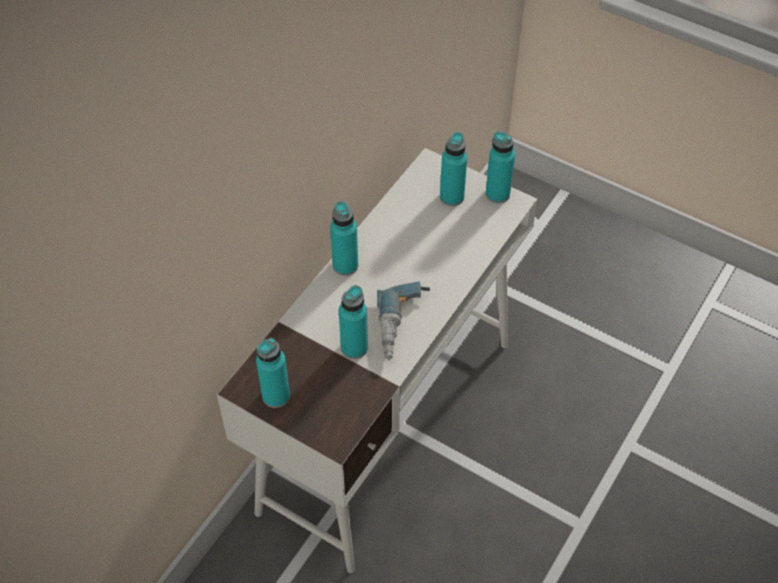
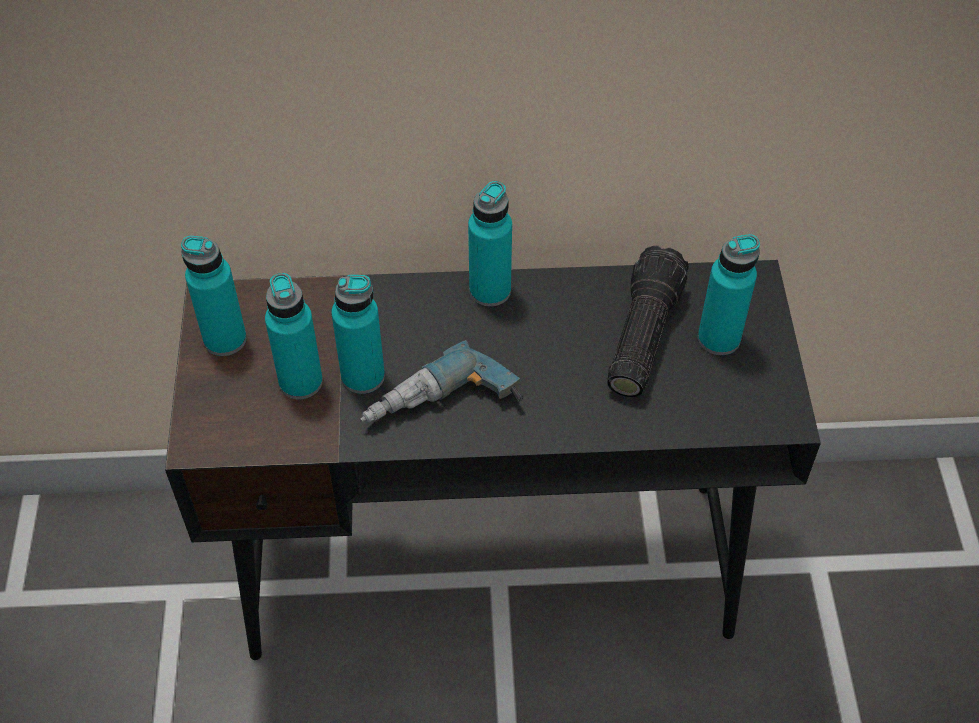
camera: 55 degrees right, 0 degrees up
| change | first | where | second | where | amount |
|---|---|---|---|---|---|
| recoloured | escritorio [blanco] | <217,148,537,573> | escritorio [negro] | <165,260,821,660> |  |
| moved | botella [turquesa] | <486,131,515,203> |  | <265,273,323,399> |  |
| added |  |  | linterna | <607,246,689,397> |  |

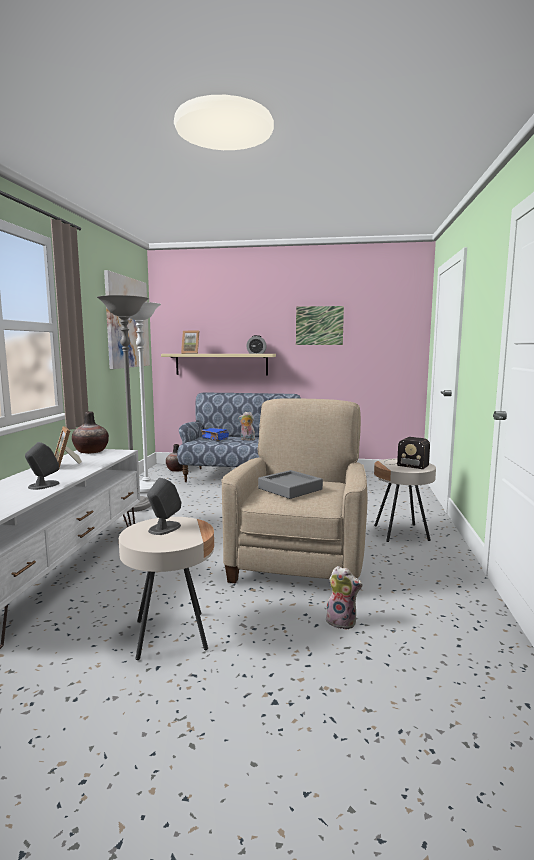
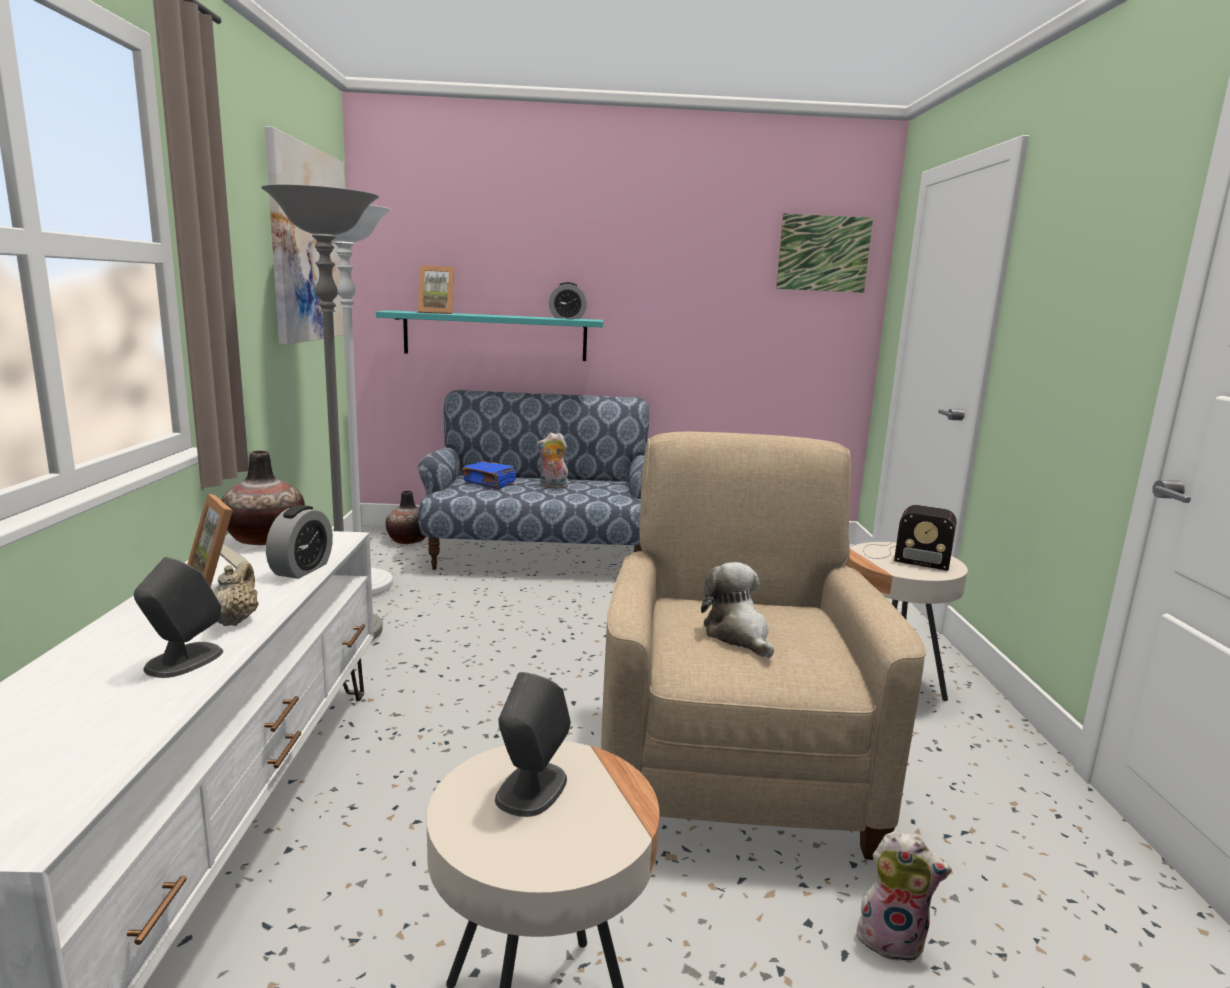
camera: 10 degrees left, 5 degrees up
| change | first | where | second | where | amount |
|---|---|---|---|---|---|
| added |  |  | tetera [beis] | <212,561,259,626> |  |
| added |  |  | despertador | <266,505,333,579> |  |
| recoloured | estante [beis] | <161,354,276,376> | estante [turquesa] | <376,310,603,361> |  |
| replaced | bandeja [gris] | <258,470,323,499> | peluche | <701,562,774,658> |  |
| moved | cuadro | <296,306,344,345> |  | <776,213,873,293> |  |

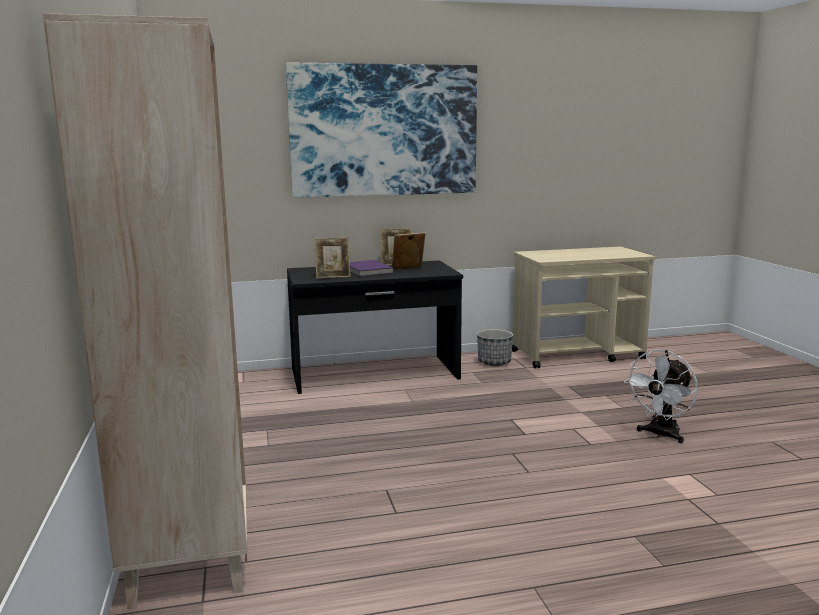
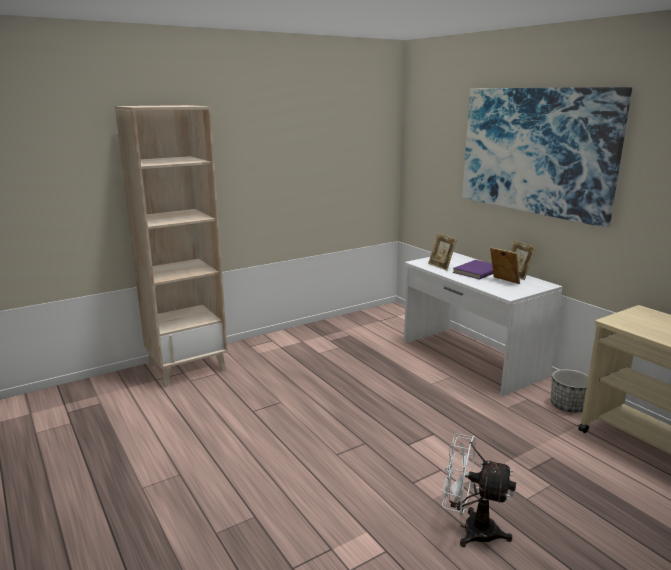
camera: 70 degrees right, 5 degrees up
| change | first | where | second | where | amount |
|---|---|---|---|---|---|
| recoloured | escritorio [negro] | <287,261,463,394> | escritorio [blanco] | <404,252,563,396> |  |

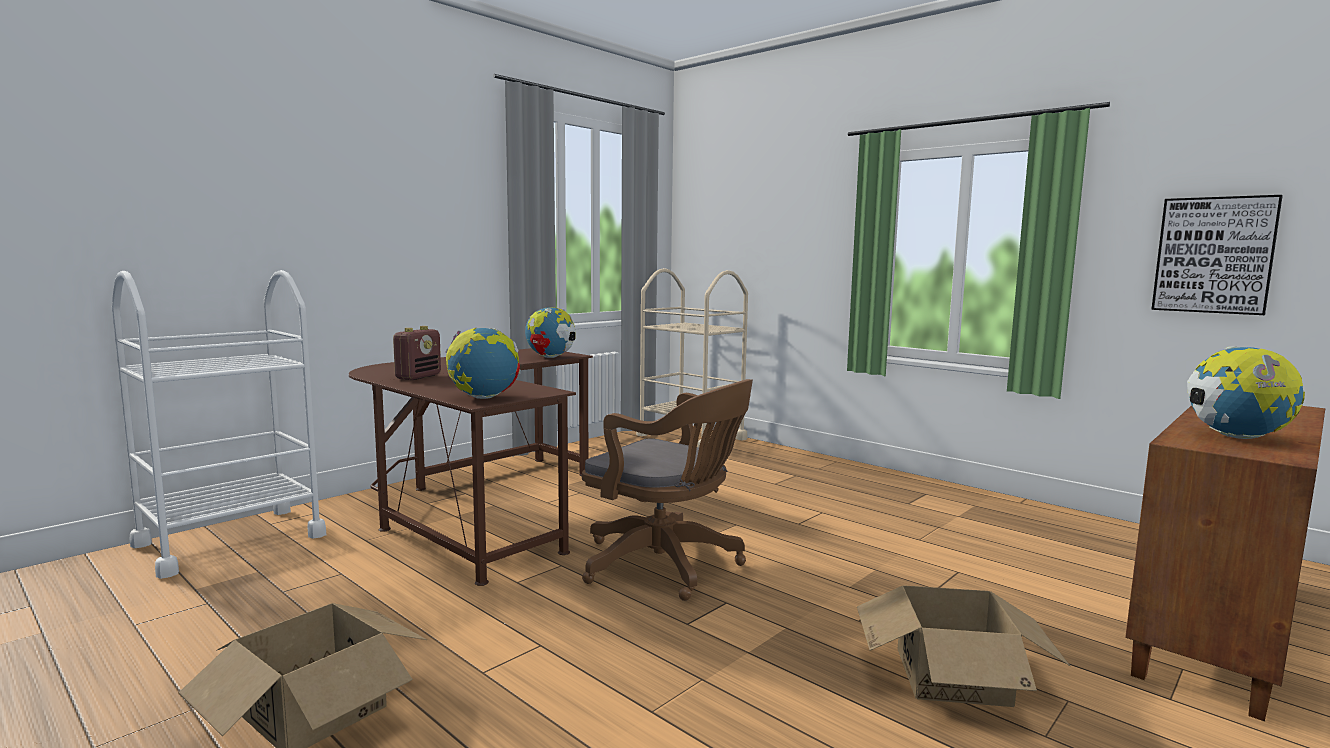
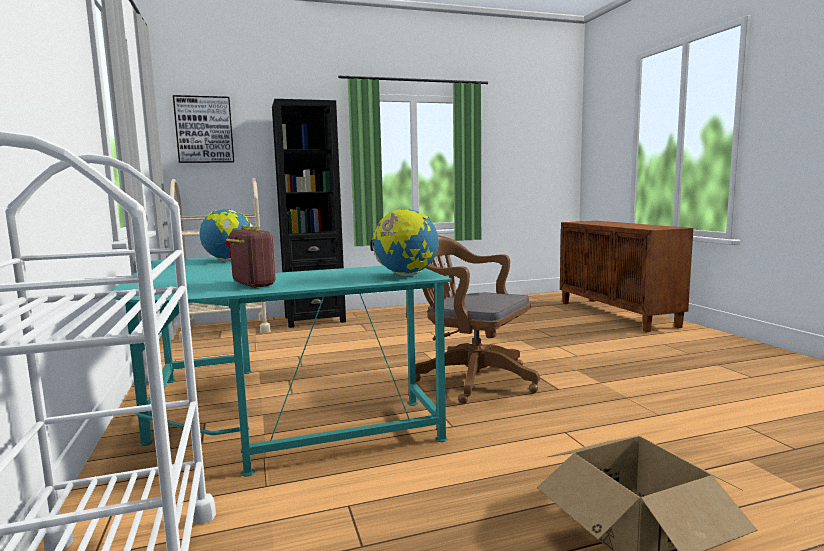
camera: 60 degrees left, 0 degrees up
| change | first | where | second | where | amount |
|---|---|---|---|---|---|
| recoloured | escritorio [marrón] | <349,348,593,586> | escritorio [turquesa] | <111,257,452,476> |  |
| moved | cuadro | <1151,195,1283,315> |  | <173,95,234,163> |  |
| added |  |  | estantería [negro] | <272,99,346,328> |  |
| turned | silla de oficina [marrón] | <582,379,753,601> |  | <415,235,540,404> | 120 degrees counterclockwise |
| removed | caja de cartón | <857,585,1071,707> |  |  |  |
| removed | globo terráqueo | <1187,346,1305,439> |  |  |  |

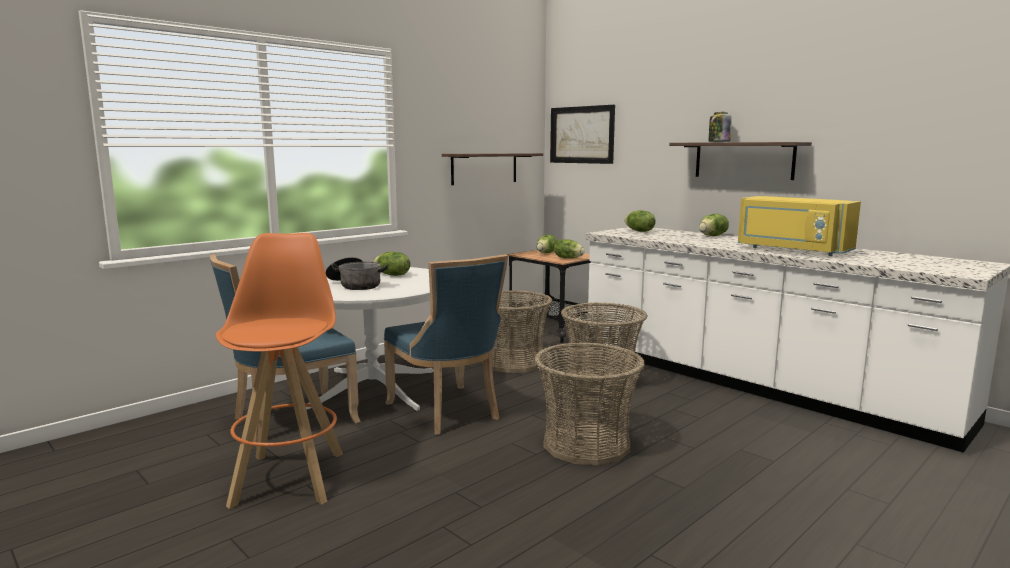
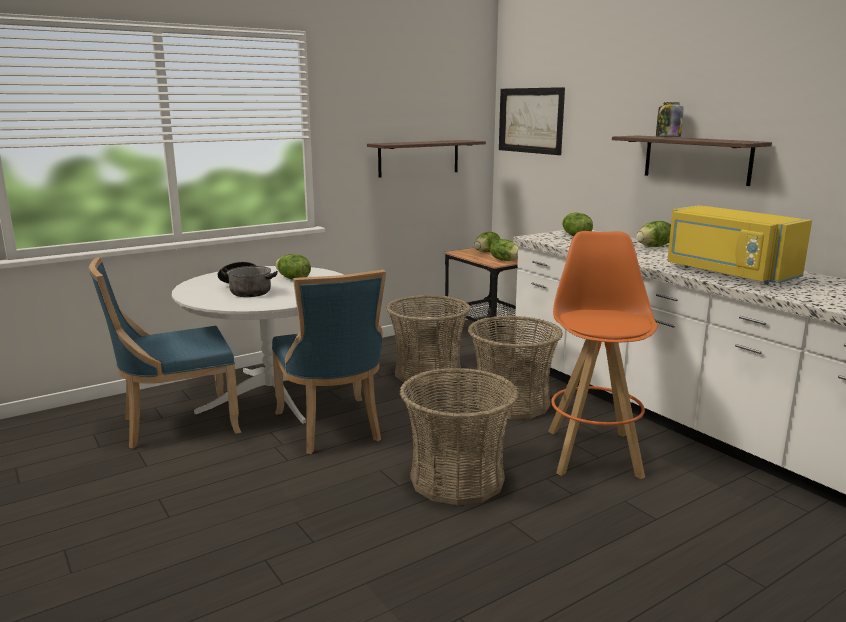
camera: 10 degrees right, 5 degrees up
| change | first | where | second | where | amount |
|---|---|---|---|---|---|
| moved | taburete [naranja] | <216,233,343,509> |  | <548,231,658,479> |  |

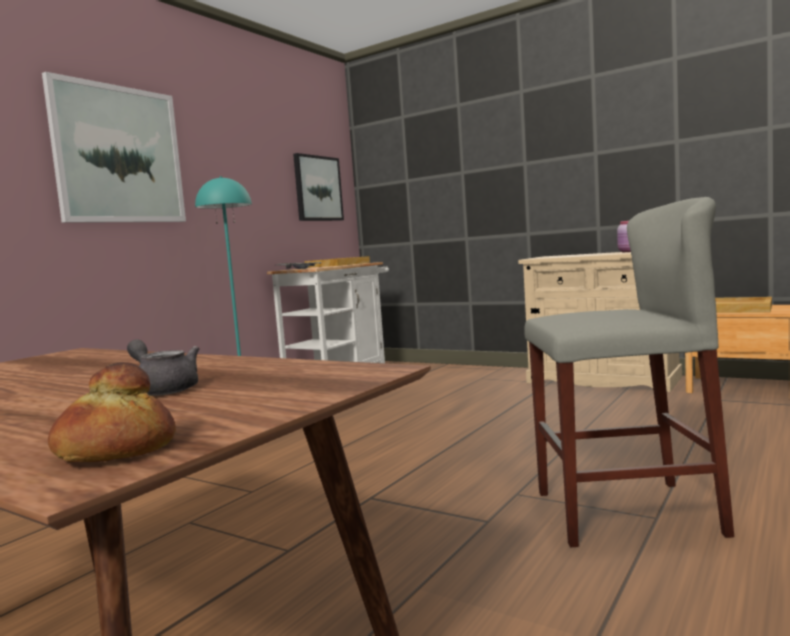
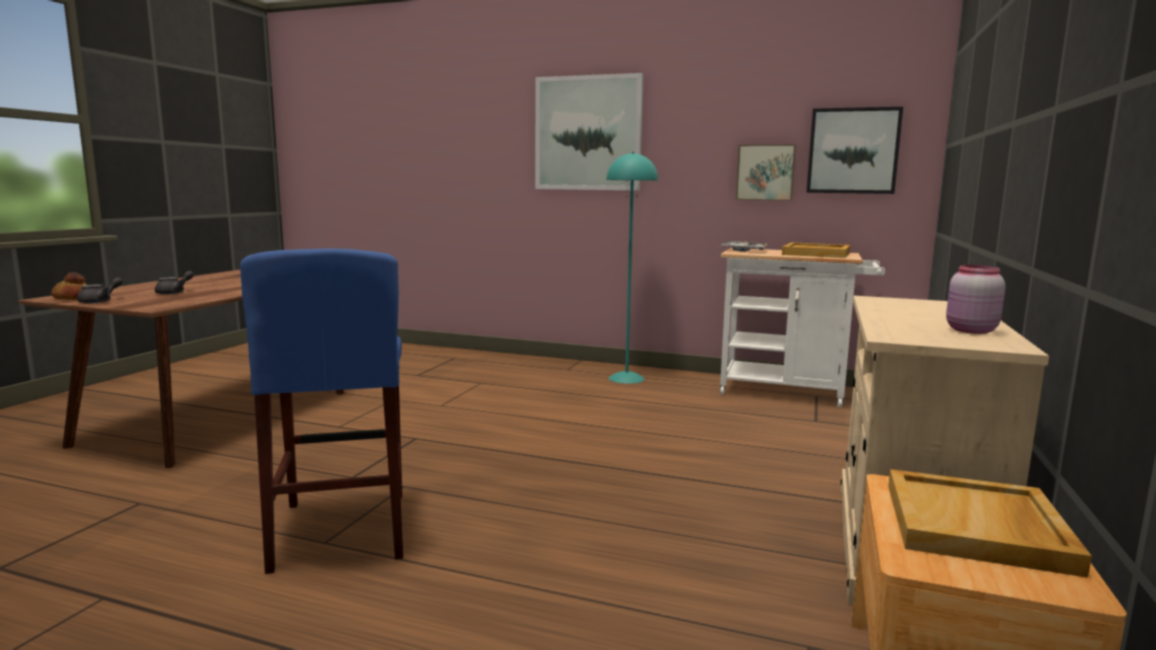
camera: 75 degrees right, 5 degrees up
| change | first | where | second | where | amount |
|---|---|---|---|---|---|
| added |  |  | tetera [gris] | <77,278,123,304> |  |
| recoloured | taburete [gris] | <524,197,734,547> | taburete [azul] | <240,249,403,574> |  |
| added |  |  | cuadro | <736,144,796,201> |  |

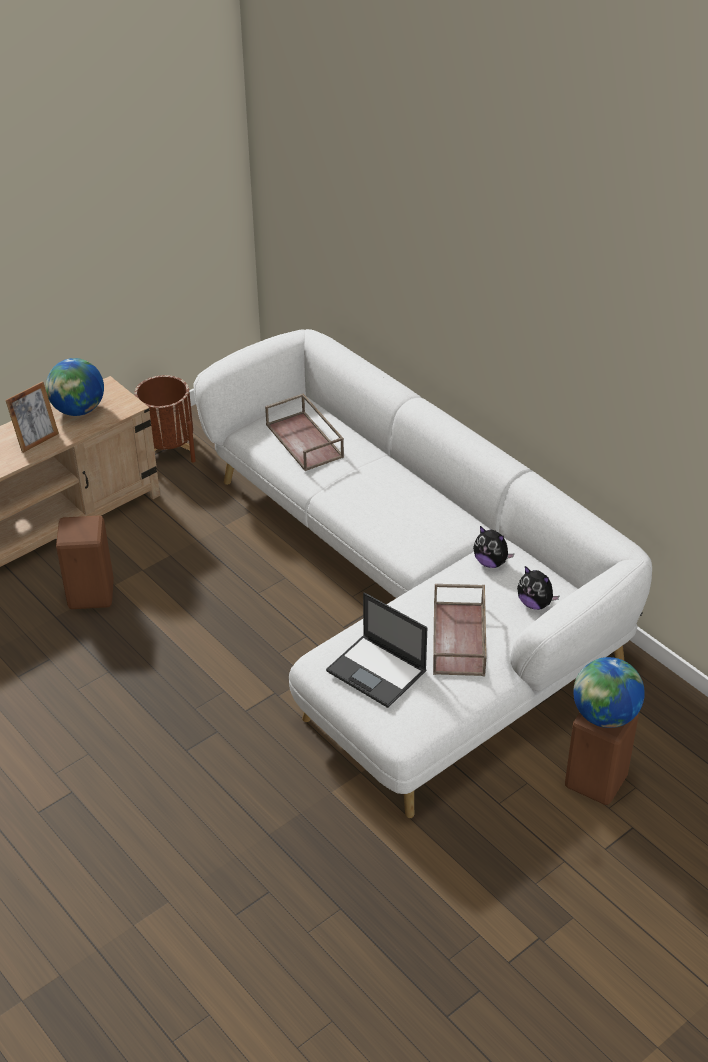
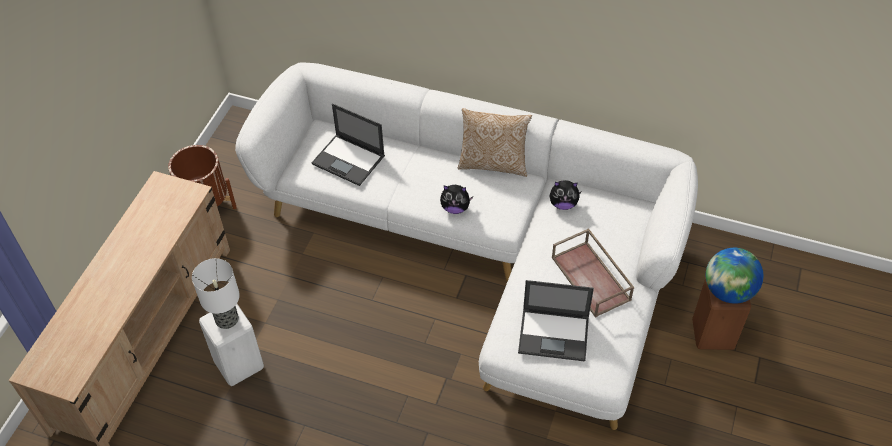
camera: 30 degrees left, 10 degrees up
| change | first | where | second | where | amount |
|---|---|---|---|---|---|
| added |  |  | lámpara de mesa | <192,258,240,329> |  |
| recoloured | taburete [marrón] | <56,515,114,609> | taburete [blanco] | <199,304,264,386> |  |
| replaced | bandeja [marrón] | <265,394,344,471> | portátil | <312,104,385,186> |  |
| moved | peluche | <517,566,559,610> |  | <440,185,473,214> |  |
| added |  |  | cojín | <458,108,532,177> |  |
| removed | portarretratos | <5,381,59,453> |  |  |  |
| removed | globo terráqueo | <46,358,104,416> |  |  |  |

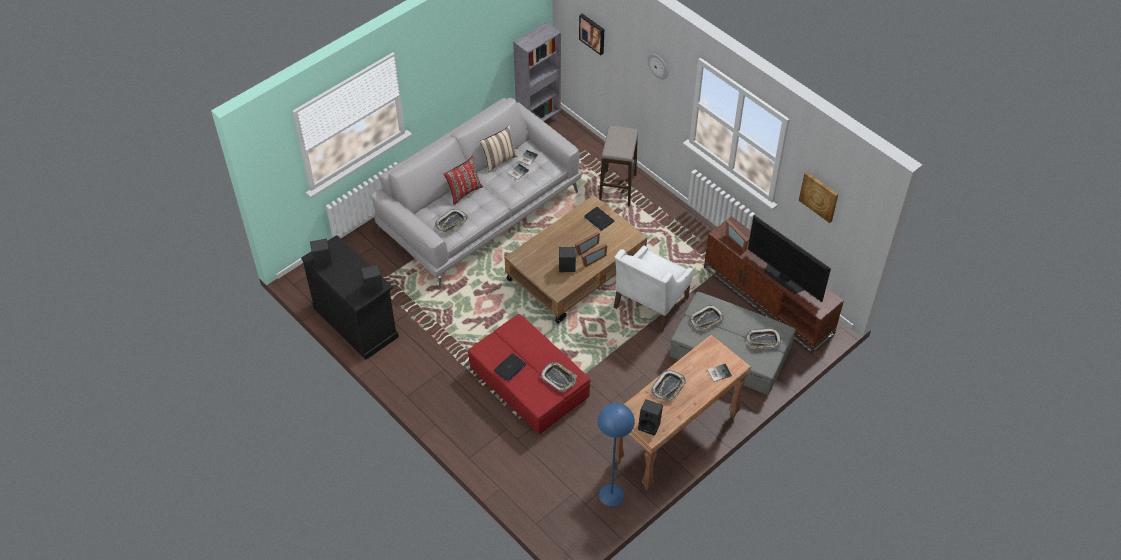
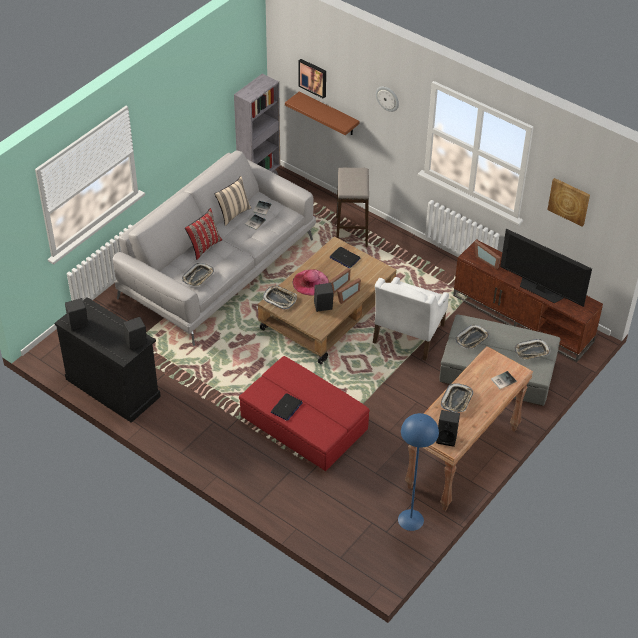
camera: 10 degrees left, 5 degrees down
| change | first | where | second | where | amount |
|---|---|---|---|---|---|
| moved | bandeja | <541,362,577,392> |  | <263,285,297,309> |  |
| added |  |  | estante [marrón] | <285,92,360,135> |  |
| added |  |  | sombrero [rosa] | <292,269,329,295> |  |

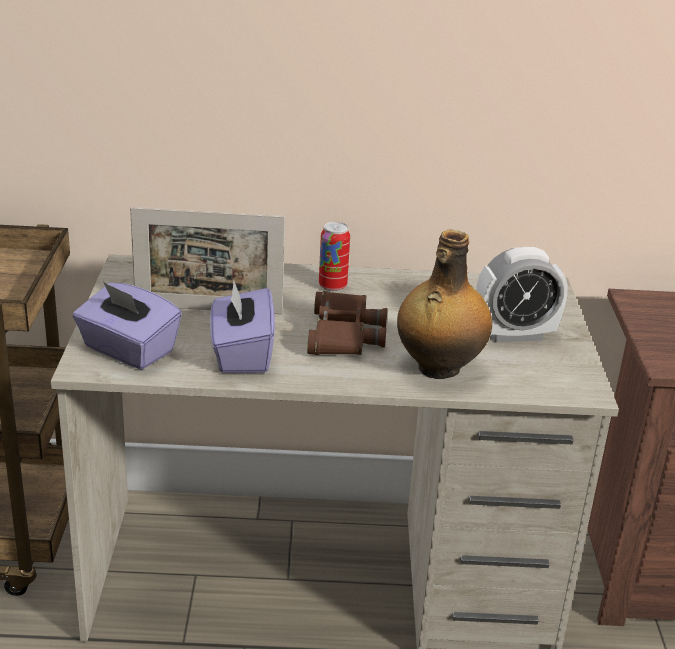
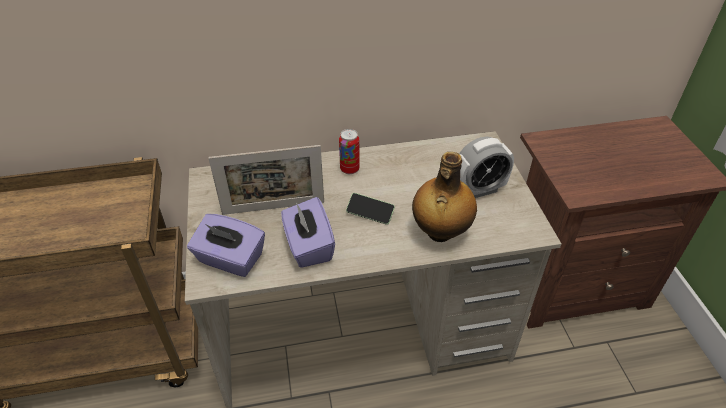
camera: 10 degrees left, 15 degrees up
| change | first | where | second | where | amount |
|---|---|---|---|---|---|
| replaced | prismáticos [marrón] | <307,291,387,355> | móvil | <346,193,395,225> |  |

